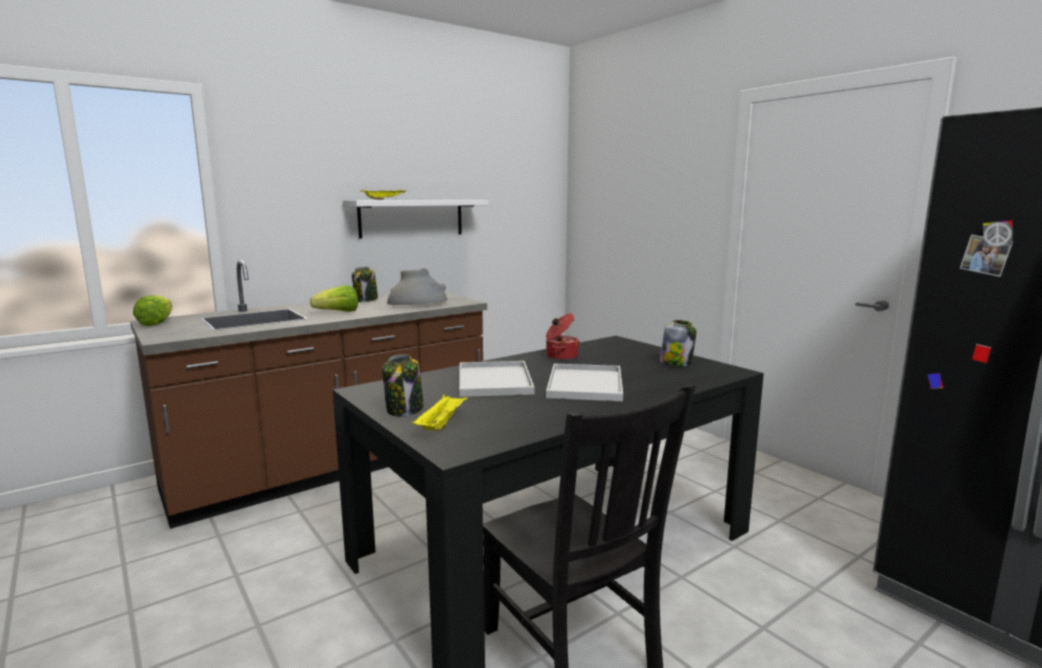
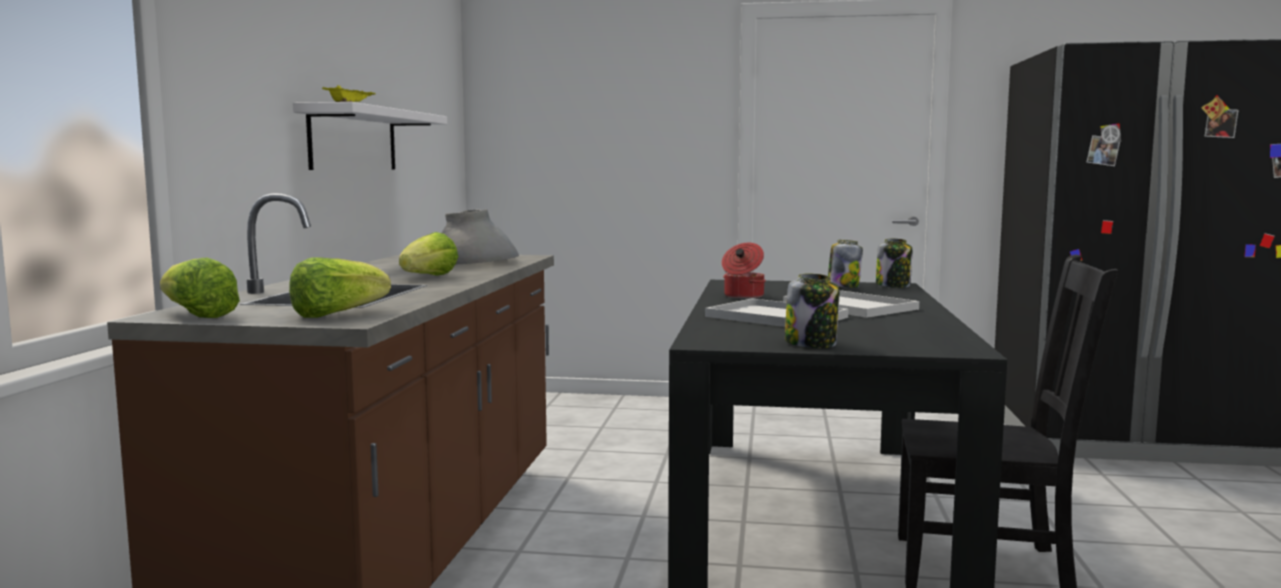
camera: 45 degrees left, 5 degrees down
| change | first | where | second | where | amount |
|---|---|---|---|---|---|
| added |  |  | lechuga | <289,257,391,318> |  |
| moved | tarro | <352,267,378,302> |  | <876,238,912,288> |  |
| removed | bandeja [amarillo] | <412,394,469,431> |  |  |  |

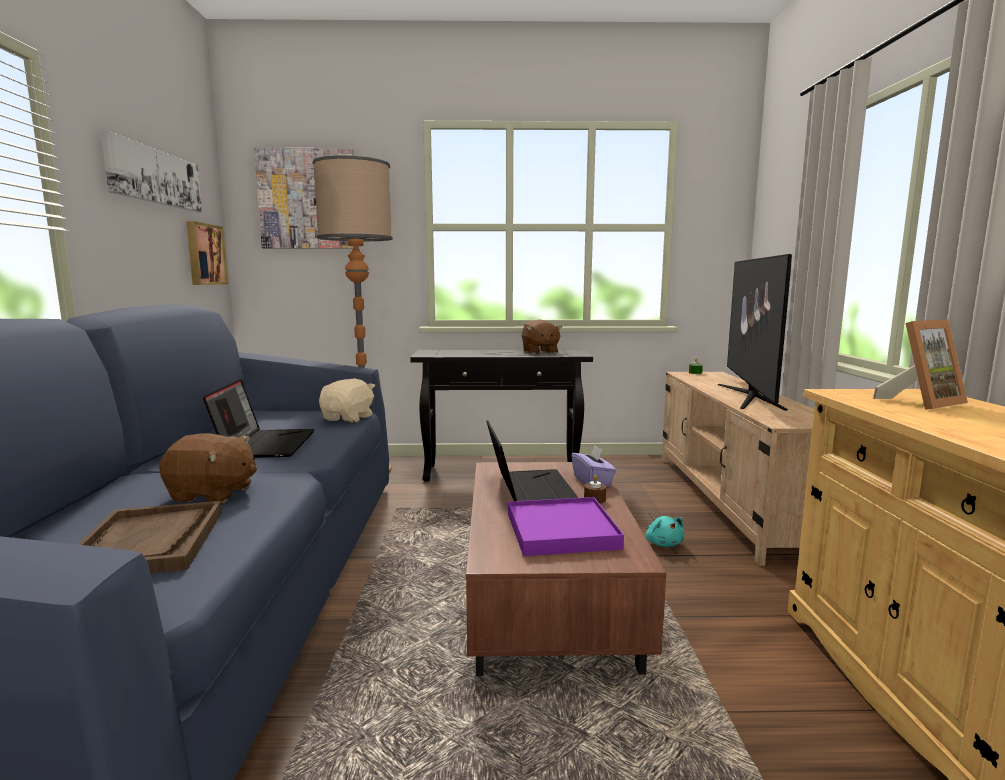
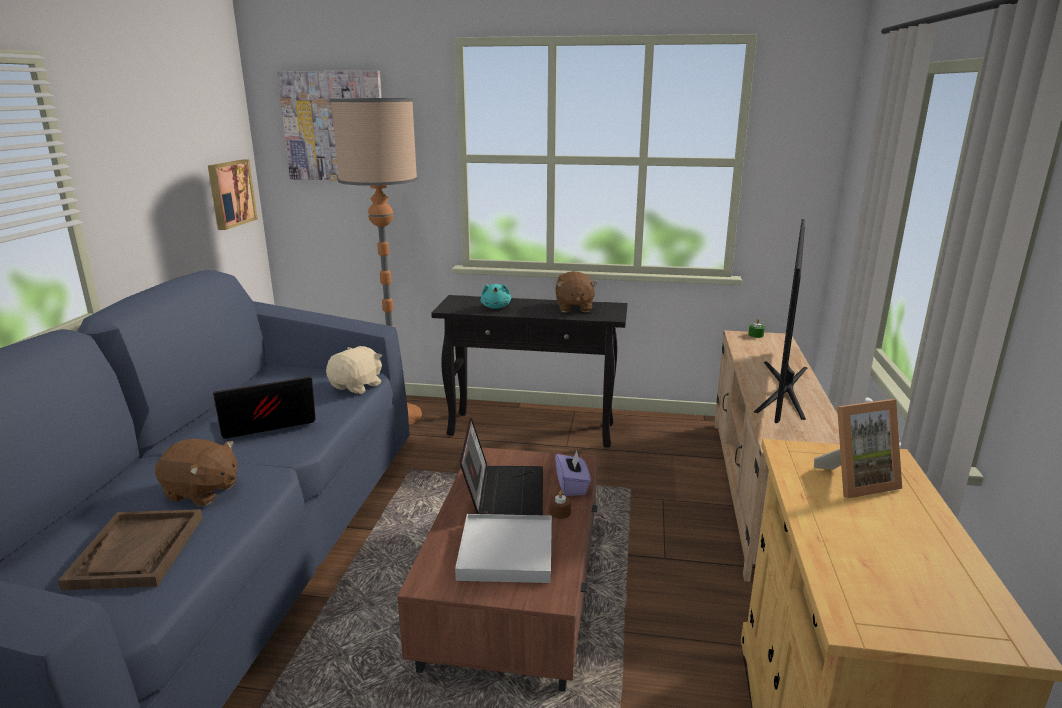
camera: 10 degrees right, 10 degrees up
| change | first | where | second | where | amount |
|---|---|---|---|---|---|
| turned | portátil | <203,379,315,458> |  | <213,377,316,439> | 120 degrees counterclockwise |
| recoloured | bandeja [morado] | <508,497,624,556> | bandeja [blanco] | <455,514,552,583> |  |
| moved | peluche [turquesa] | <646,516,684,547> |  | <481,284,511,309> |  |
| removed | cuadro | <101,131,202,212> |  |  |  |

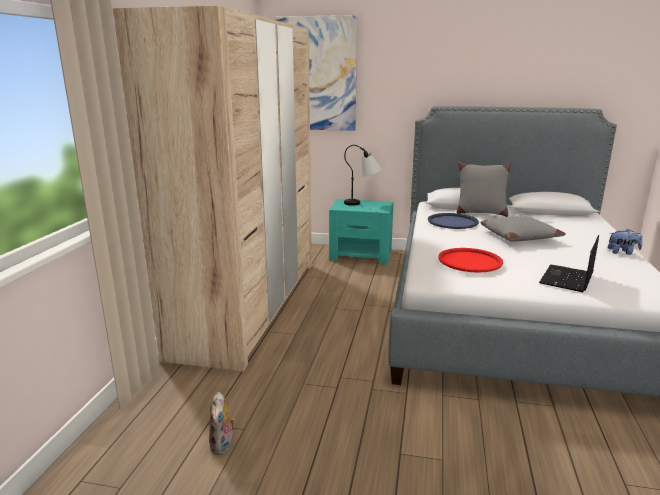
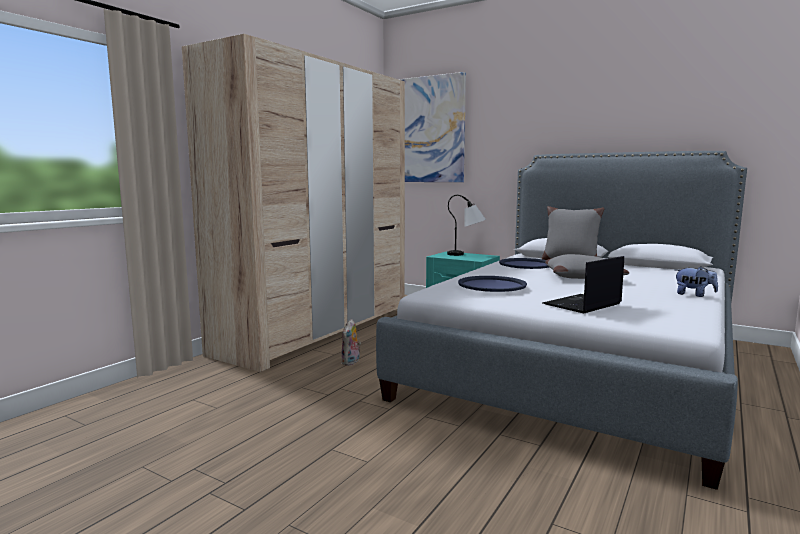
camera: 20 degrees right, 10 degrees down
| change | first | where | second | where | amount |
|---|---|---|---|---|---|
| moved | peluche | <209,392,235,455> |  | <341,319,361,366> |  |
| recoloured | bandeja [rojo] | <438,248,503,273> | bandeja [azul] | <458,276,527,292> |  |

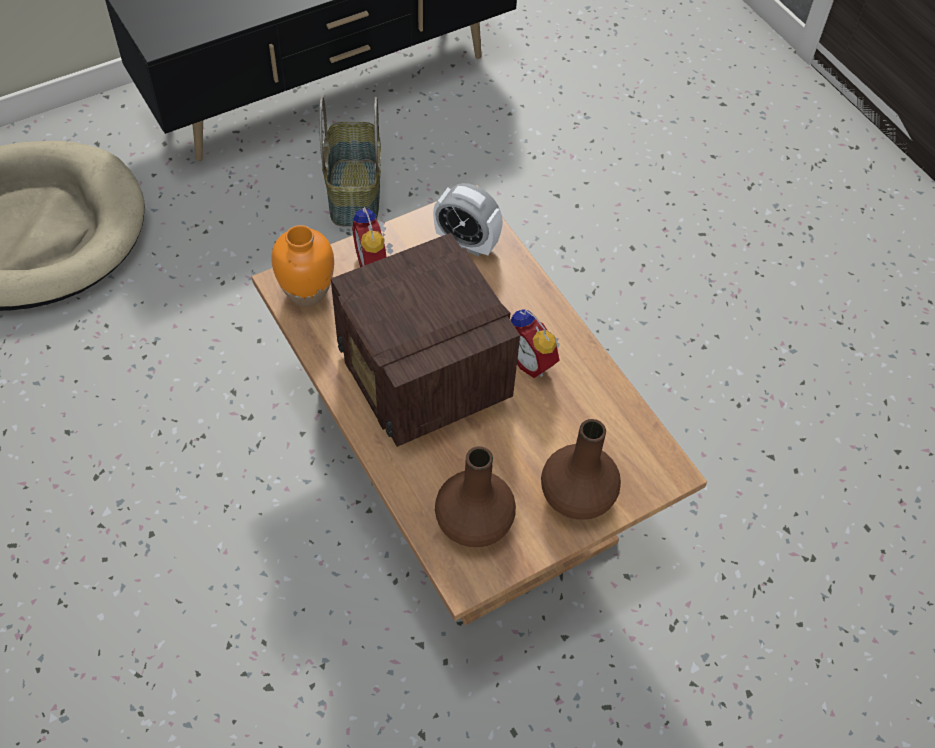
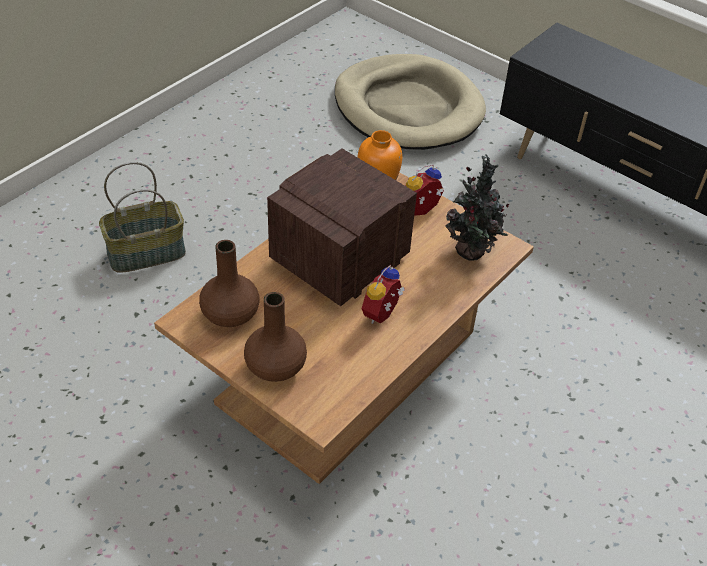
camera: 70 degrees right, 10 degrees down
| change | first | where | second | where | amount |
|---|---|---|---|---|---|
| moved | cesta | <319,97,381,226> |  | <99,162,186,273> |  |
| replaced | despertador | <433,183,503,257> | planta en maceta | <445,154,509,261> |  |

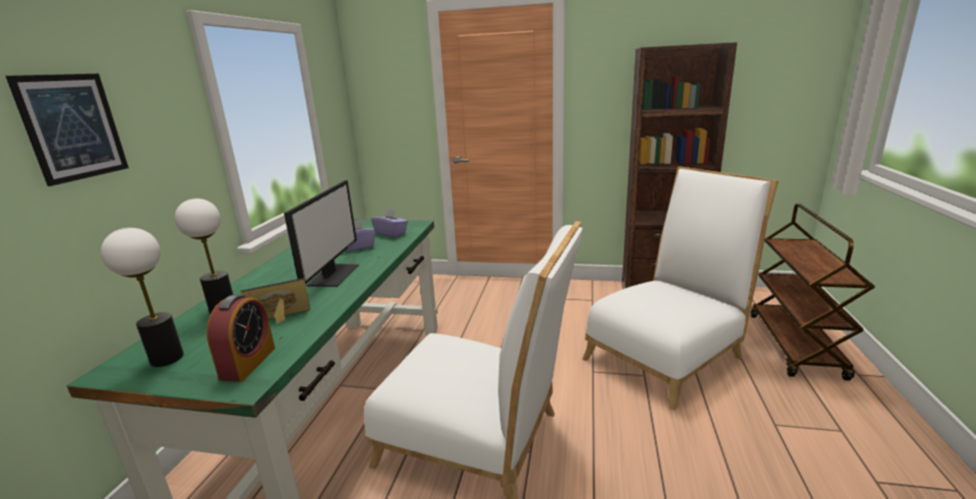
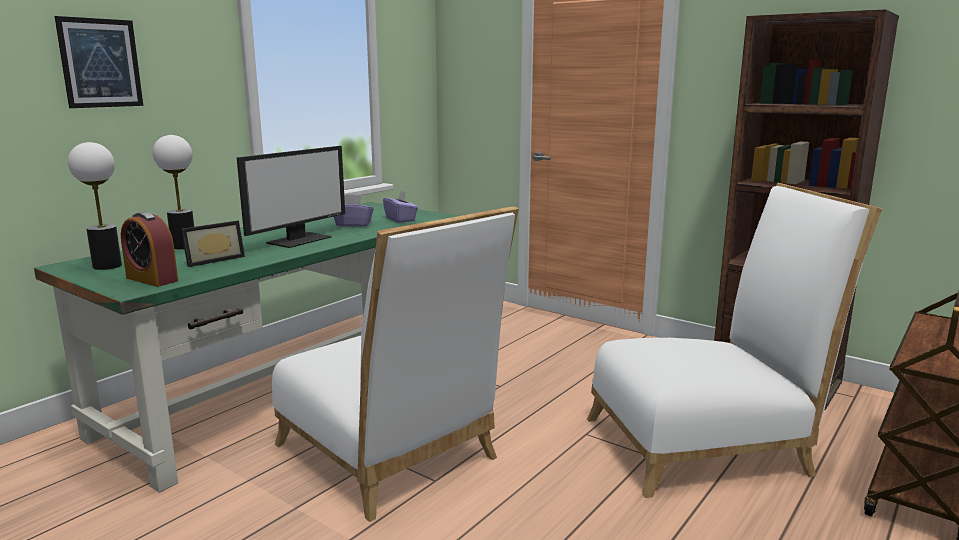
camera: 25 degrees right, 5 degrees down
| change | first | where | second | where | amount |
|---|---|---|---|---|---|
| turned | despertador | <207,295,275,382> |  | <121,212,178,287> | 90 degrees clockwise |
| turned | portarretratos | <240,278,310,324> |  | <181,220,245,267> | 135 degrees clockwise |

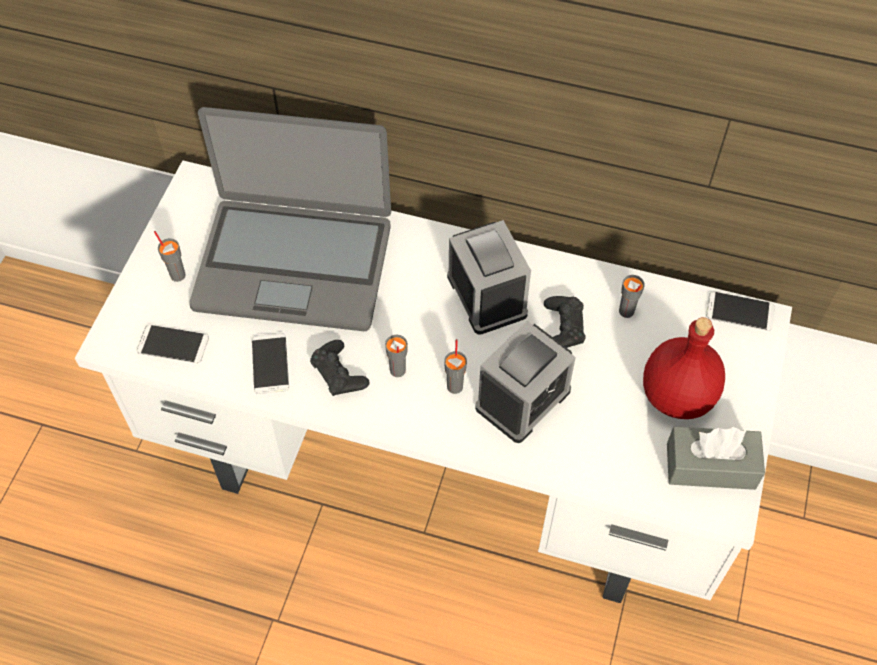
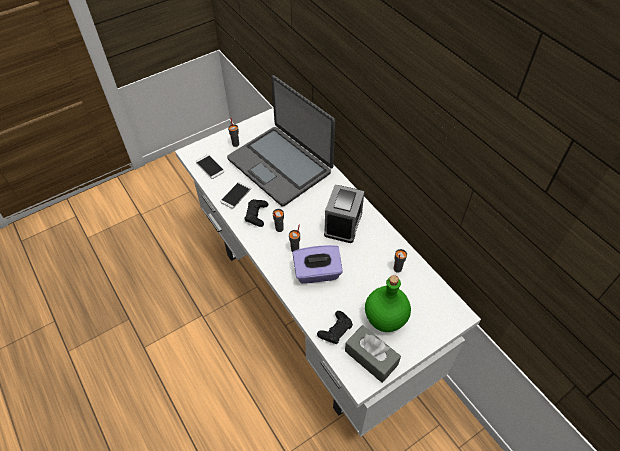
camera: 40 degrees right, 5 degrees down
| change | first | where | second | where | amount |
|---|---|---|---|---|---|
| replaced | despertador | <475,321,576,443> | caja de pañuelos [morado] | <293,245,343,284> |  |
| moved | mando de consola [negro] | <544,296,585,348> |  | <317,311,353,344> |  |
| recoloured | botella [rojo] | <643,317,725,419> | botella [verde] | <365,275,411,332> |  |
| removed | móvil | <706,291,775,331> |  |  |  |

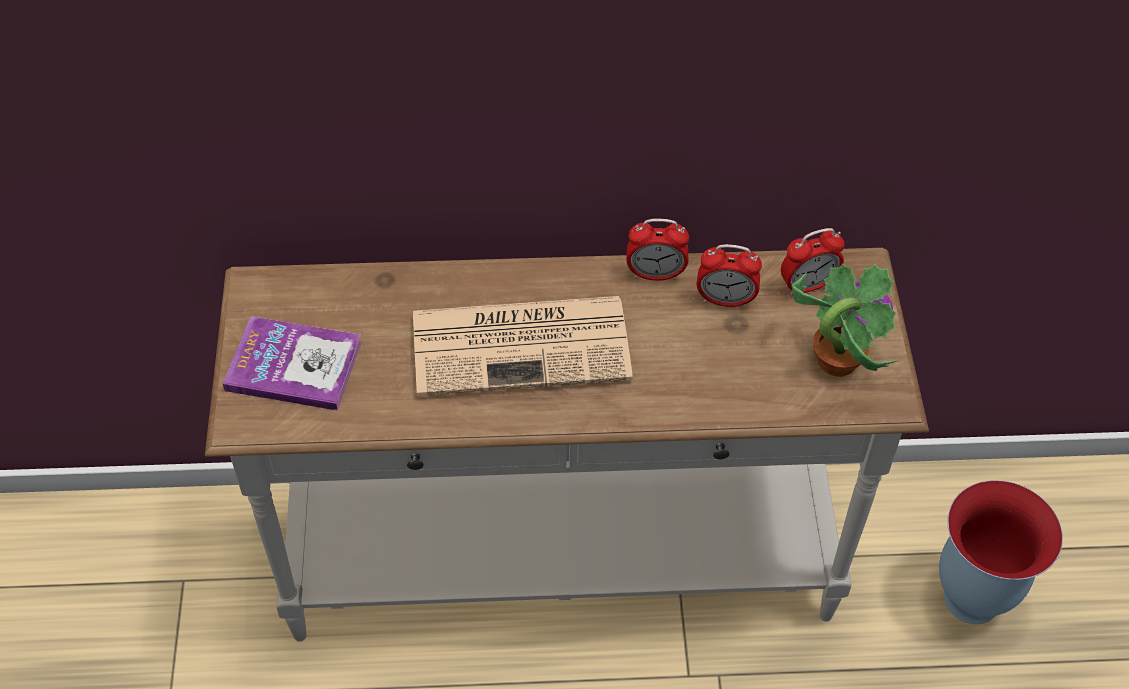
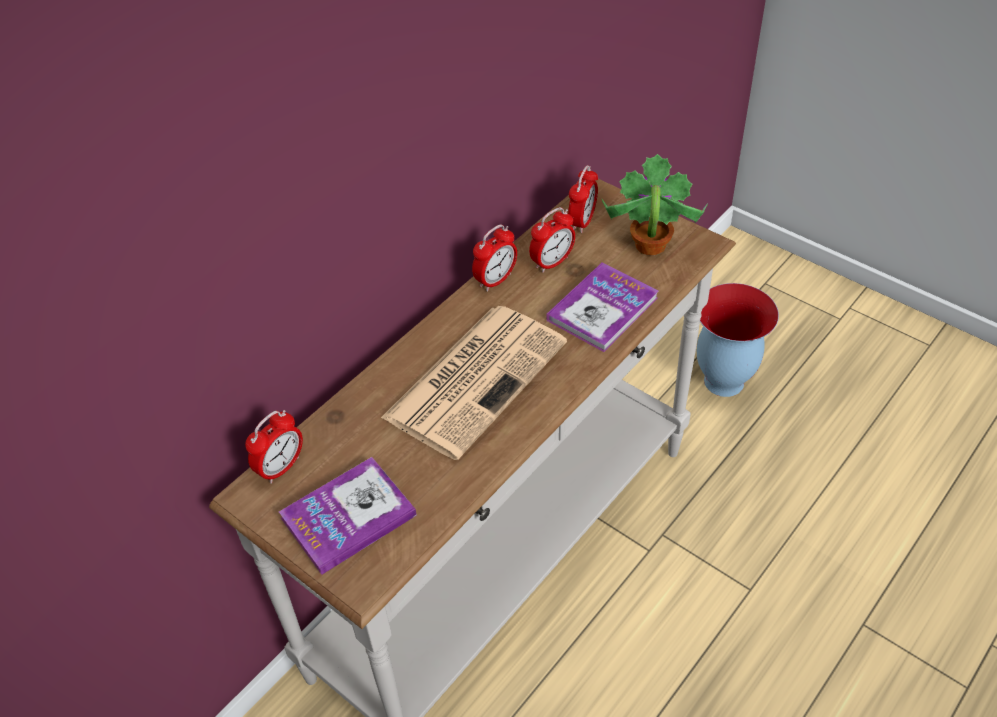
camera: 45 degrees left, 5 degrees down
| change | first | where | second | where | amount |
|---|---|---|---|---|---|
| added |  |  | despertador | <245,410,303,484> |  |
| added |  |  | libro | <547,262,658,352> |  |

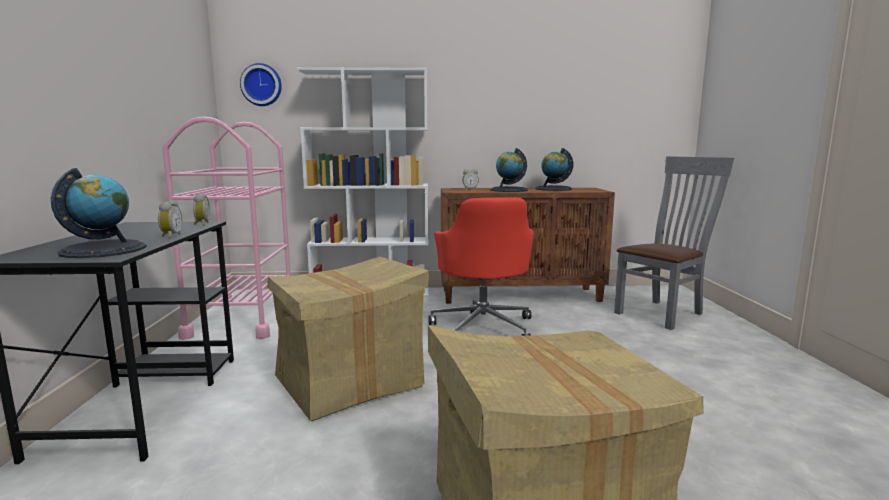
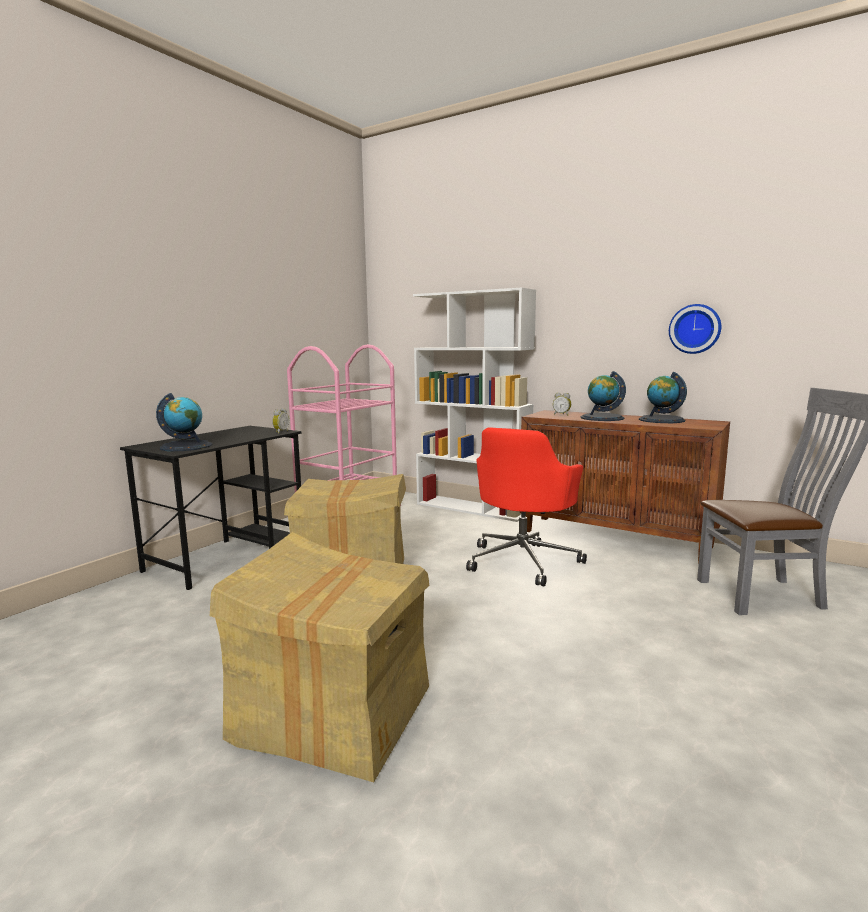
camera: 35 degrees right, 0 degrees up
| change | first | where | second | where | amount |
|---|---|---|---|---|---|
| moved | reloj de pared | <240,63,282,106> |  | <669,304,721,354> |  |
| removed | despertador | <158,200,182,238> |  |  |  |

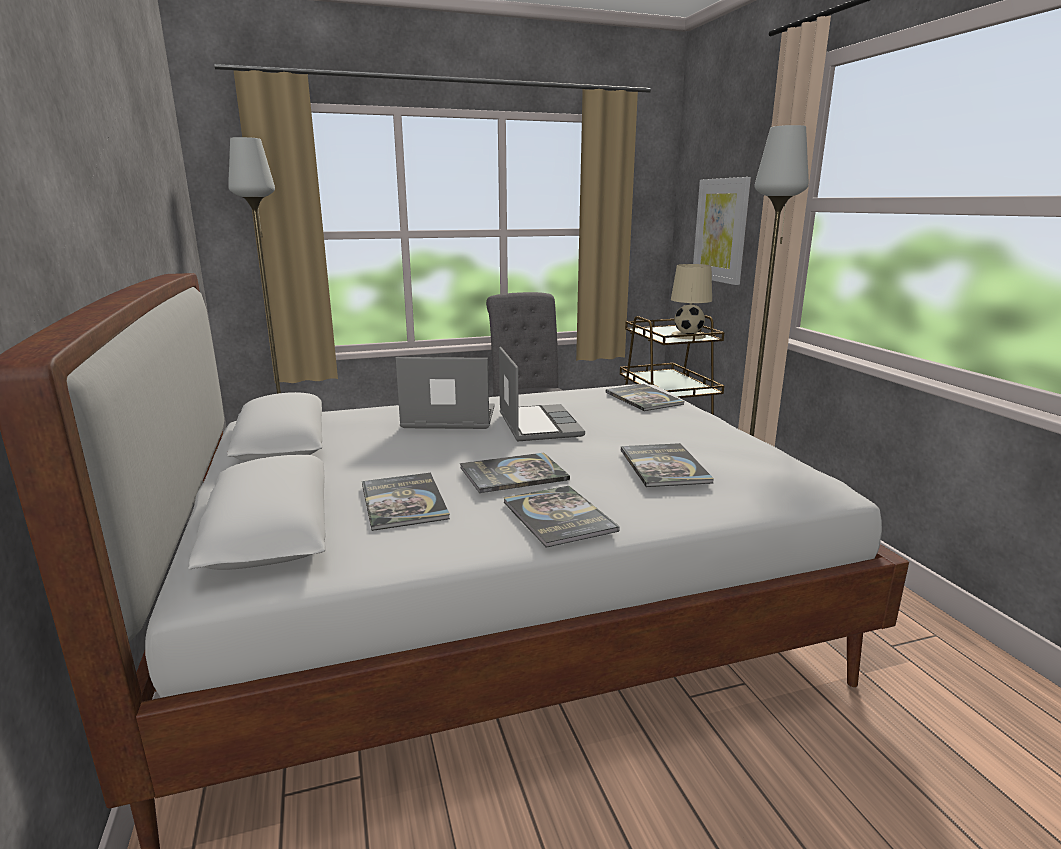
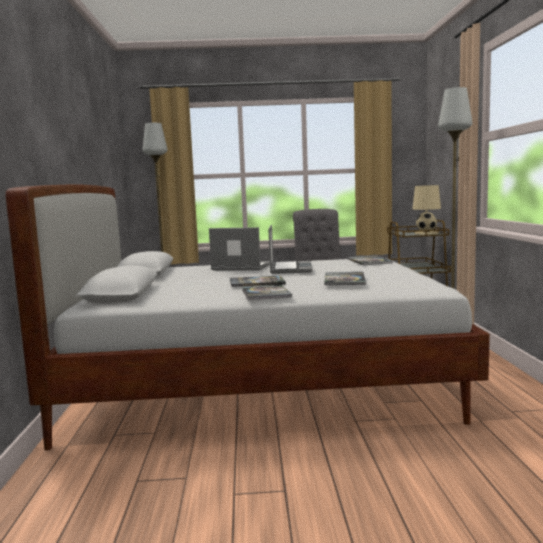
camera: 15 degrees right, 10 degrees down
| change | first | where | second | where | amount |
|---|---|---|---|---|---|
| removed | libro | <362,473,450,531> |  |  |  |
| removed | cuadro | <693,177,751,285> |  |  |  |

